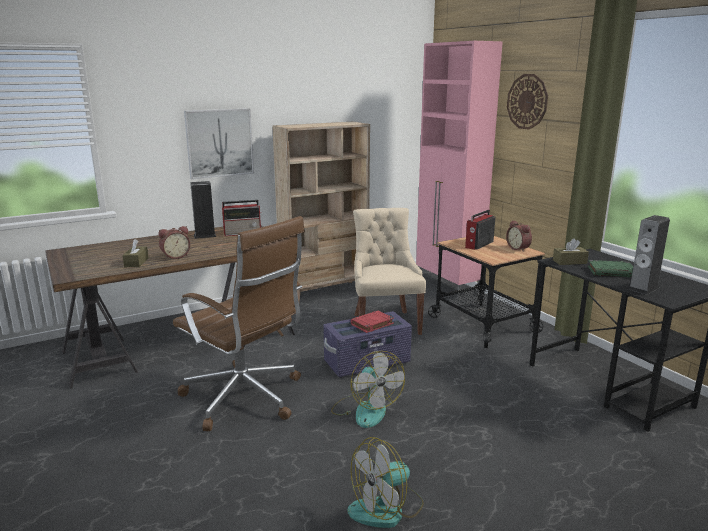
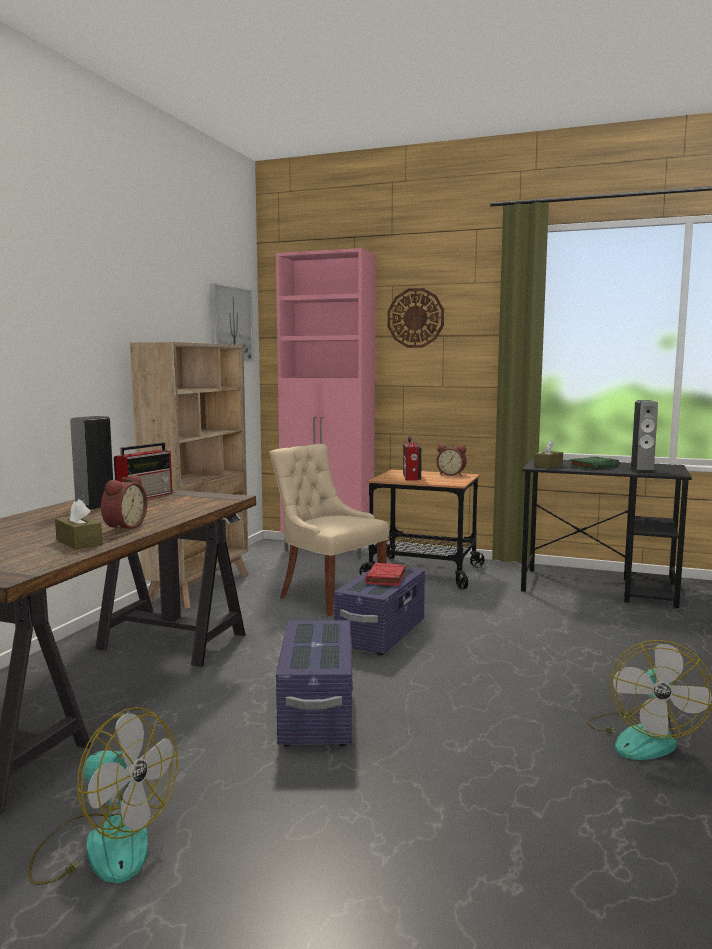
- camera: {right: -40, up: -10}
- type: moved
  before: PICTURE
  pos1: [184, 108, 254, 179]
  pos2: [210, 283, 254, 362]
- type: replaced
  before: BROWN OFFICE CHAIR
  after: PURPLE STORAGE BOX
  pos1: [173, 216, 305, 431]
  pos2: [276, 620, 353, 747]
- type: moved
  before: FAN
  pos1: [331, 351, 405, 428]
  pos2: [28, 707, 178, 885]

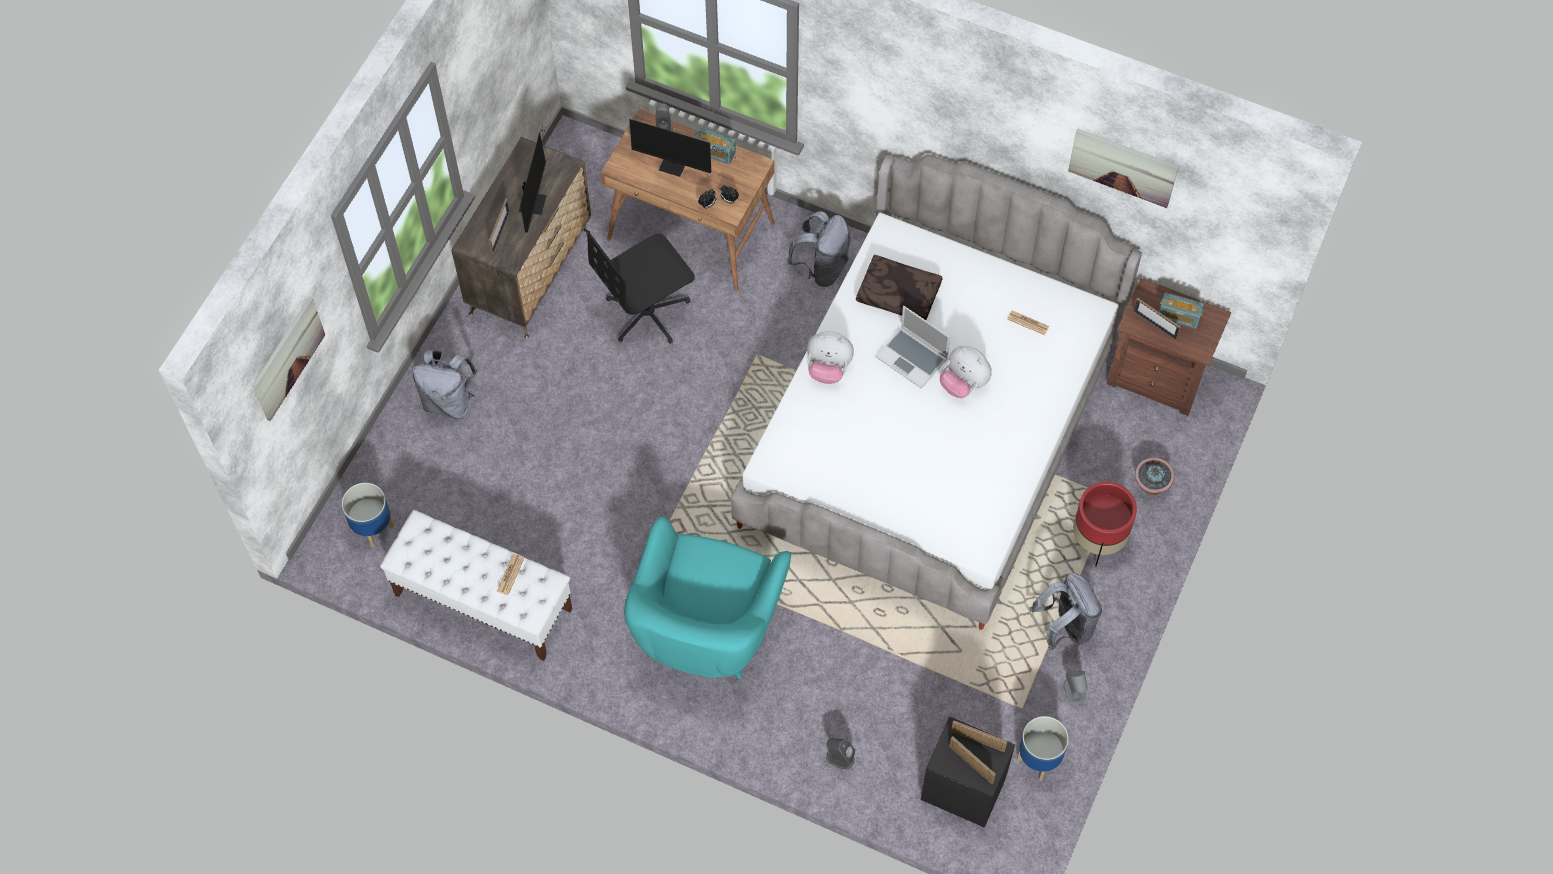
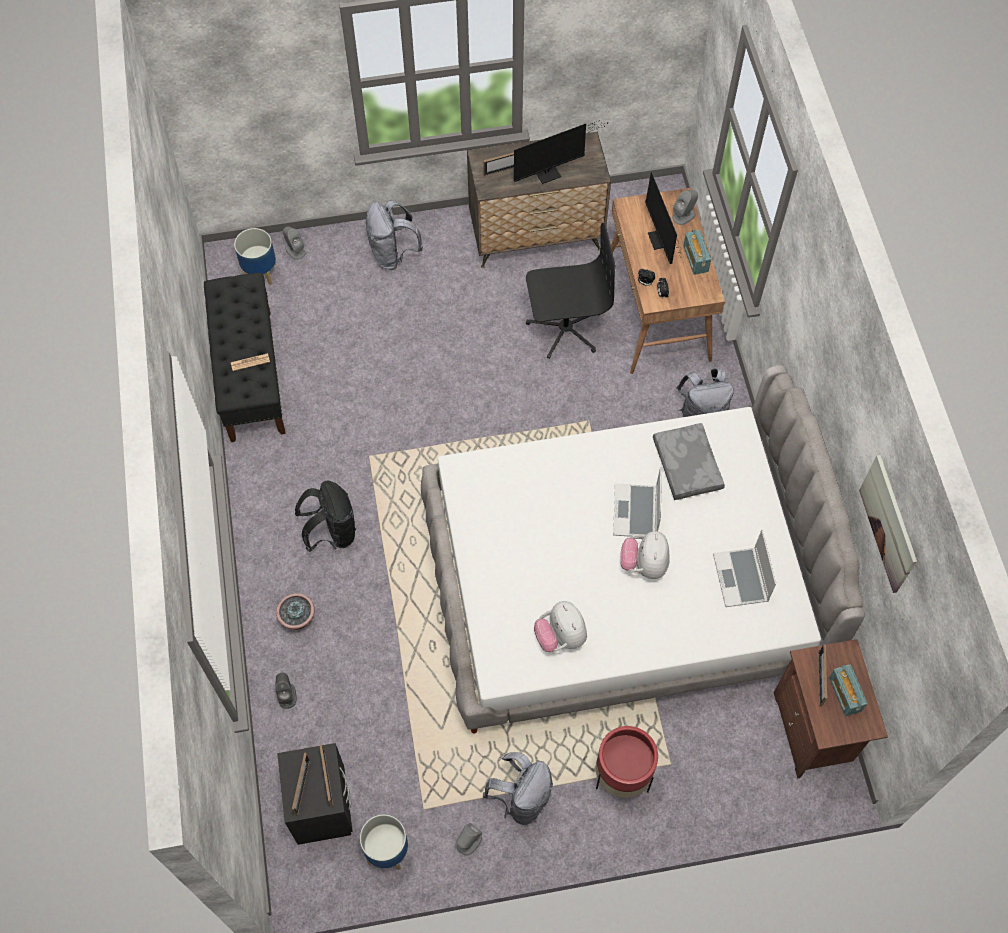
- camera: {right: 55, up: 0}
- type: turned
  before: BLACK OFFICE CHAIR
  pos1: [587, 232, 695, 344]
  pos2: [526, 223, 616, 359]
  turn: 150
- type: recoloured
  before: BROWN PILLOW
  after: GREY PILLOW
  pos1: [856, 255, 943, 320]
  pos2: [653, 423, 725, 500]
- type: removed
  before: PICTURE
  pos1: [253, 297, 325, 421]
- type: replaced
  before: NEWSPAPER
  after: LAPTOP
  pos1: [1007, 311, 1049, 335]
  pos2: [713, 530, 776, 607]
- type: moved
  before: PLUSH TOY
  pos1: [807, 331, 854, 384]
  pos2: [534, 601, 587, 652]
- type: moved
  before: POTTED PLANT
  pos1: [1135, 457, 1175, 495]
  pos2: [276, 593, 315, 630]
- type: recoloured
  before: WHITE BENCH
  after: BLACK BENCH
  pos1: [380, 510, 572, 661]
  pos2: [204, 273, 286, 442]
- type: replaced
  before: TURQUOISE ARMCHAIR
  after: BLACK BACKPACK
  pos1: [624, 516, 791, 679]
  pos2: [295, 481, 356, 552]
- type: added
  after: GREY SPEAKER
  pos2: [283, 227, 306, 260]

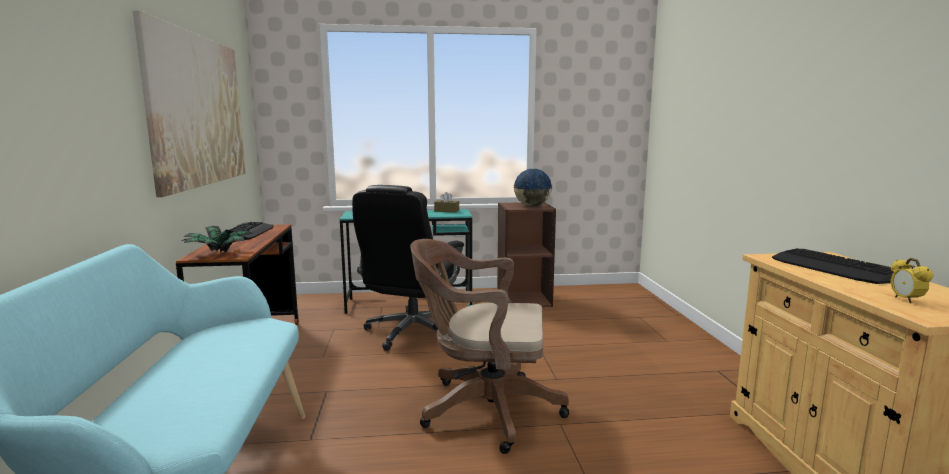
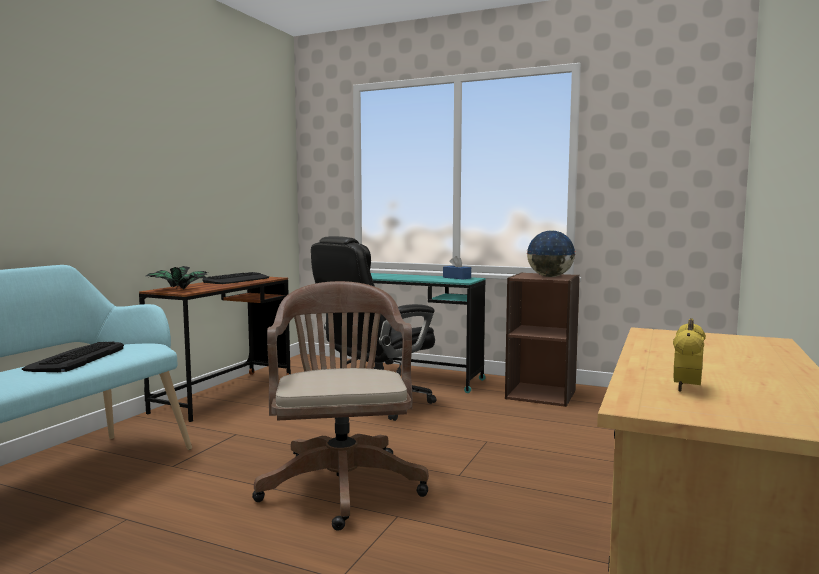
- camera: {right: 30, up: -5}
- type: removed
  before: PICTURE
  pos1: [133, 10, 246, 197]
- type: recoloured
  before: BROWN TISSUE BOX
  after: BLUE TISSUE BOX
  pos1: [434, 192, 459, 212]
  pos2: [443, 256, 471, 280]
- type: turned
  before: BROWN OFFICE CHAIR
  pos1: [410, 239, 569, 454]
  pos2: [252, 281, 429, 531]
  turn: 45
- type: moved
  before: KEYBOARD
  pos1: [772, 248, 894, 284]
  pos2: [22, 342, 124, 372]

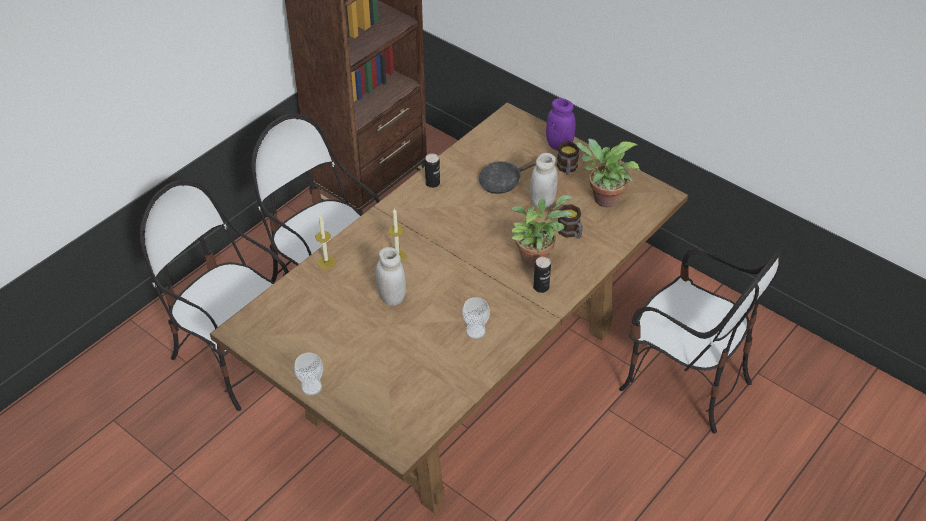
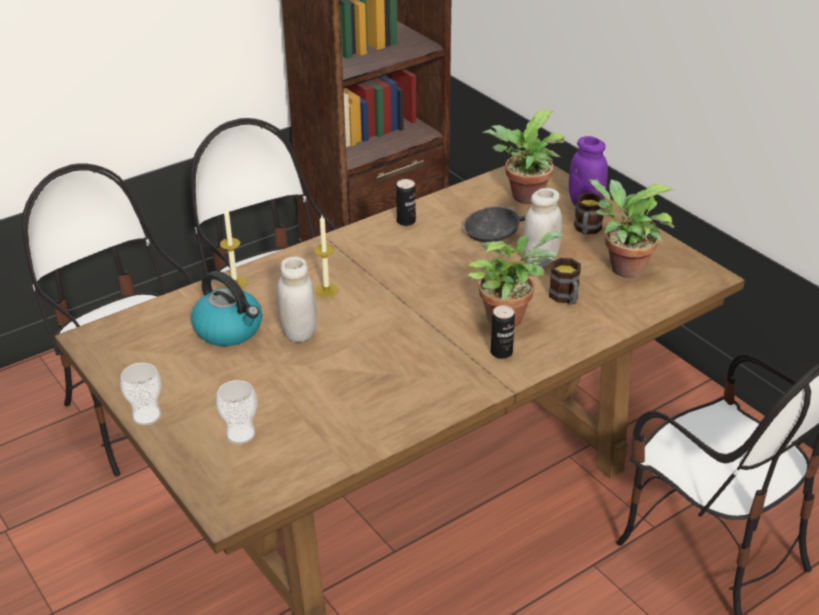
- camera: {right: 15, up: -10}
- type: moved
  before: CUP
  pos1: [462, 297, 490, 339]
  pos2: [216, 380, 257, 444]
- type: added
  after: POTTED PLANT
  pos2: [483, 110, 565, 204]
- type: added
  after: KETTLE
  pos2: [191, 271, 262, 346]

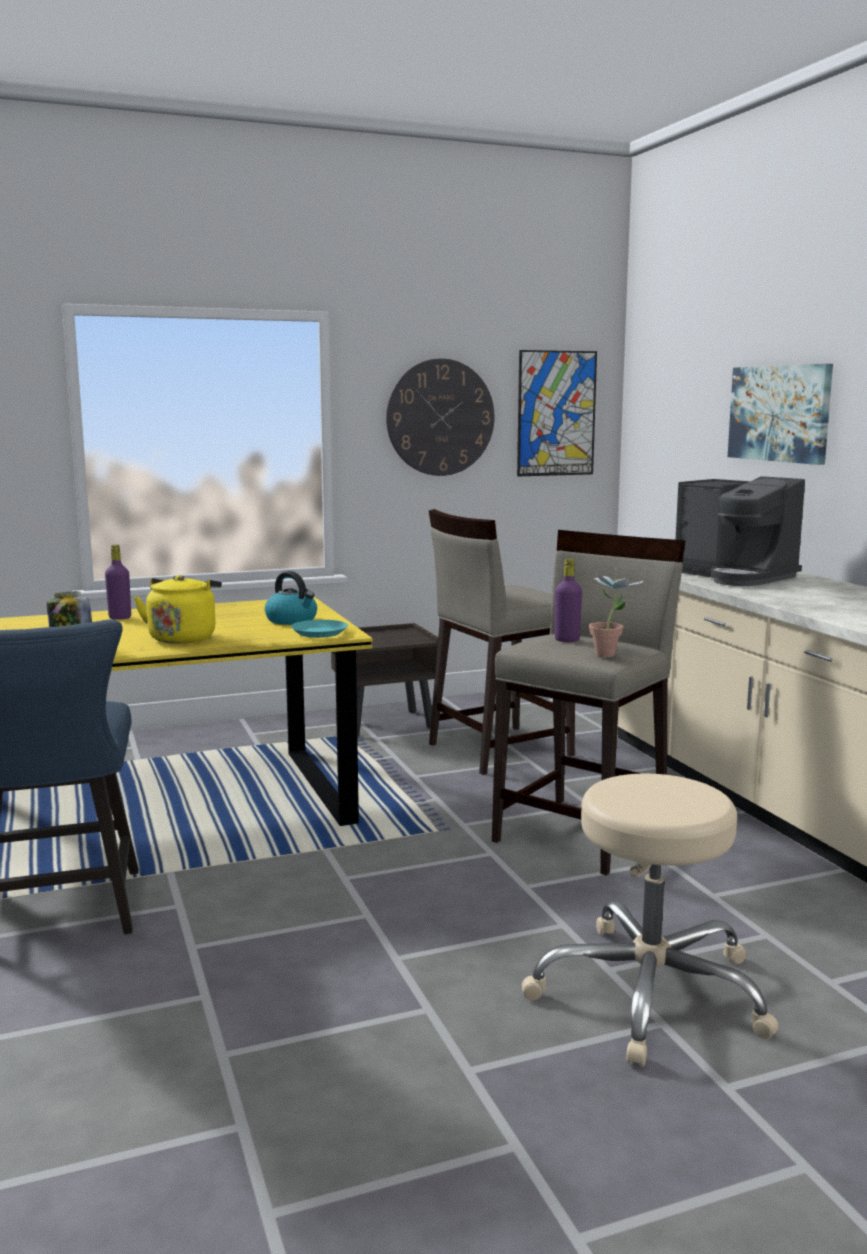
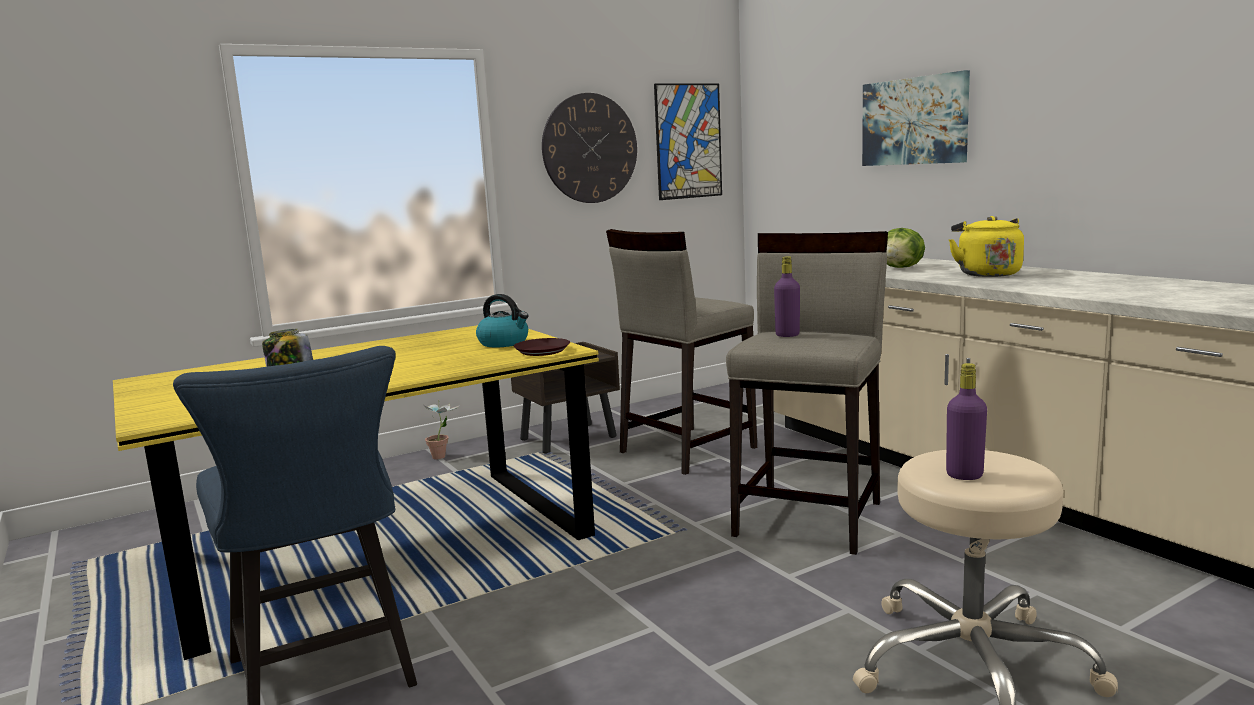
- camera: {right: -10, up: 0}
- type: replaced
  before: COFFEE MACHINE
  after: LETTUCE
  pos1: [675, 476, 805, 586]
  pos2: [887, 228, 925, 268]
- type: moved
  before: PURPLE BOTTLE
  pos1: [105, 545, 131, 620]
  pos2: [946, 363, 987, 480]
- type: moved
  before: POTTED PLANT
  pos1: [589, 569, 644, 657]
  pos2: [423, 400, 459, 459]
- type: moved
  before: YELLOW KETTLE
  pos1: [134, 575, 222, 644]
  pos2: [949, 216, 1024, 277]
- type: recoloured
  before: TURQUOISE PLATE
  after: BROWN PLATE
  pos1: [291, 620, 348, 638]
  pos2: [514, 338, 570, 356]

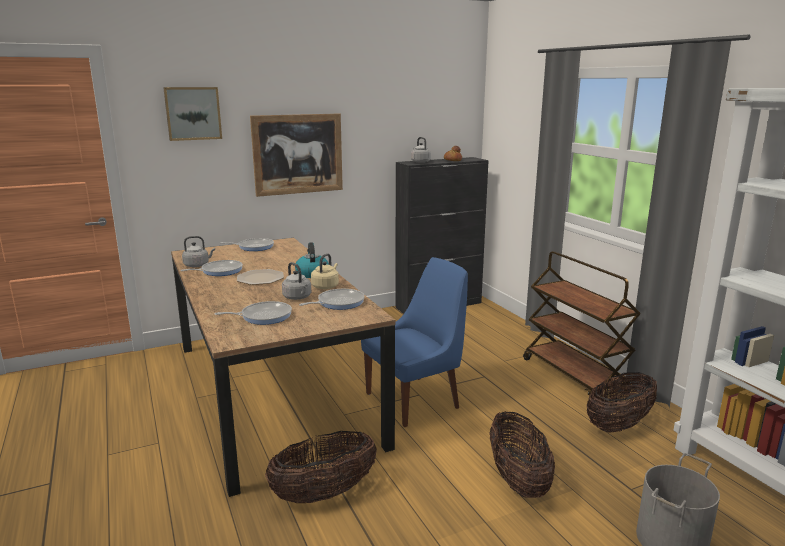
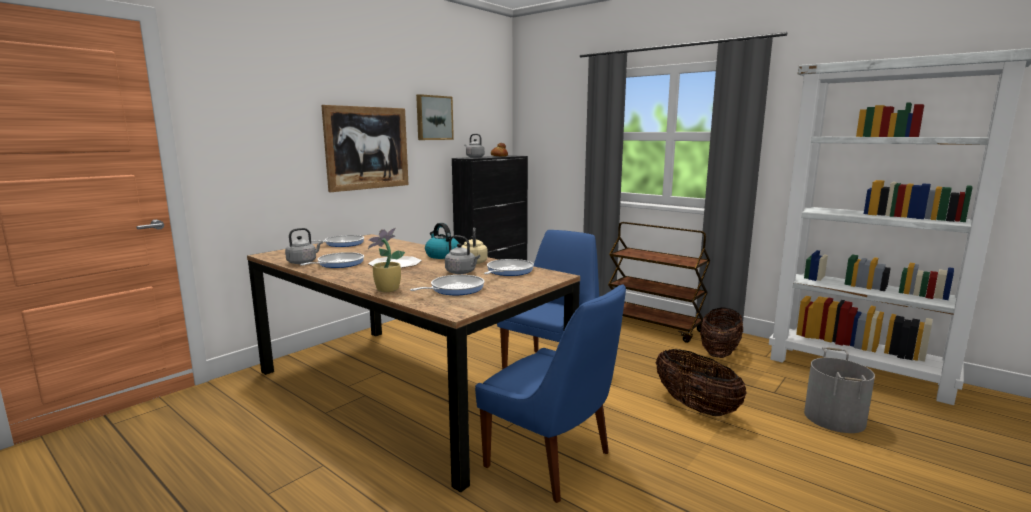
- camera: {right: -25, up: -5}
- type: moved
  before: PICTURE
  pos1: [163, 87, 222, 141]
  pos2: [416, 94, 454, 140]
- type: replaced
  before: BASKET
  after: BLUE CHAIR
  pos1: [265, 431, 377, 503]
  pos2: [475, 284, 626, 503]
- type: added
  after: POTTED PLANT
  pos2: [368, 227, 405, 292]

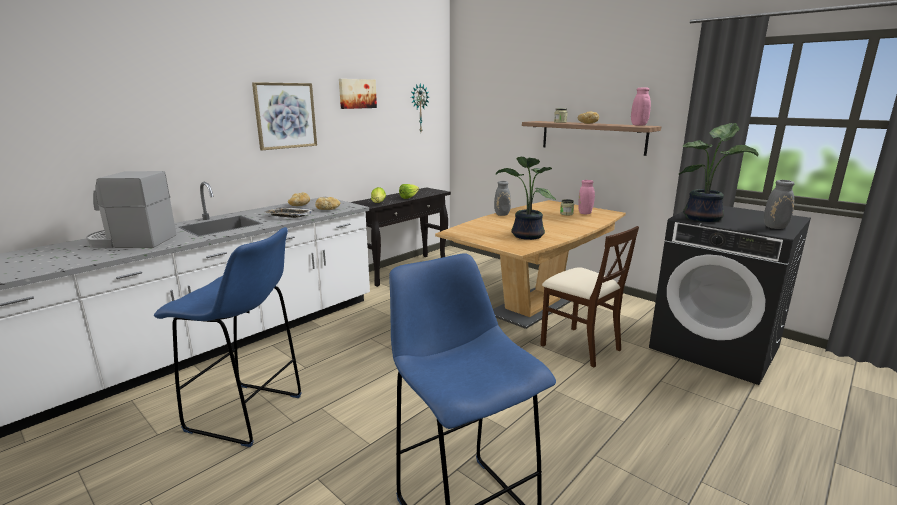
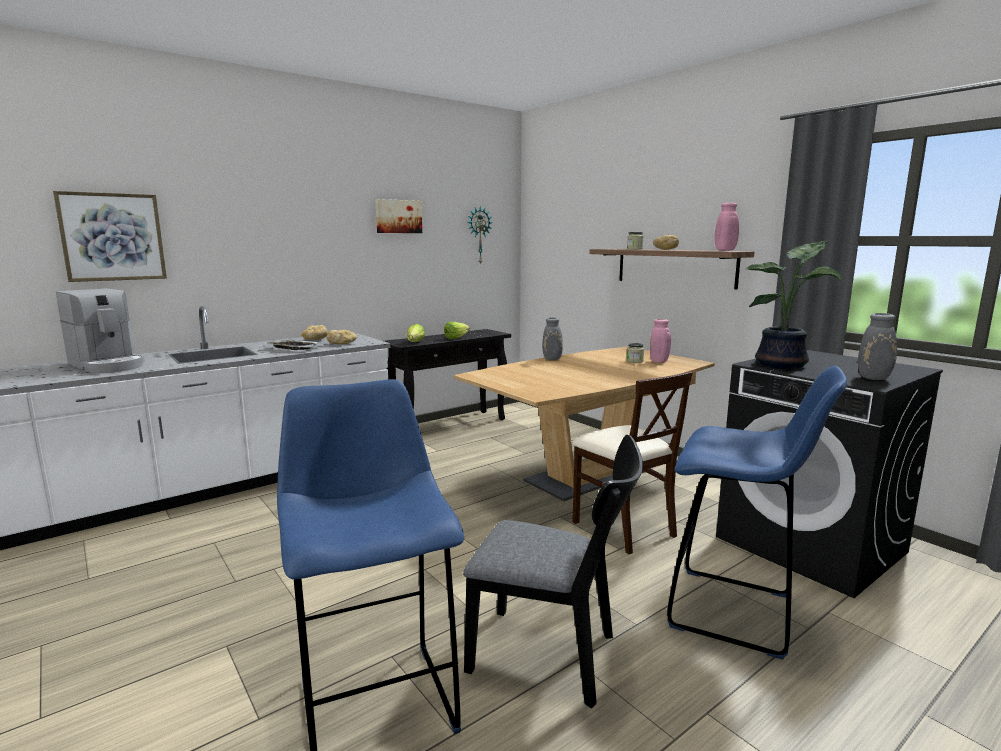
- camera: {right: 10, up: -5}
- type: moved
  before: PICTURE
  pos1: [252, 82, 317, 150]
  pos2: [53, 191, 167, 282]
- type: removed
  before: POTTED PLANT
  pos1: [496, 156, 556, 240]
- type: turned
  before: COFFEE MACHINE
  pos1: [86, 171, 177, 248]
  pos2: [56, 288, 145, 373]
  turn: -150
- type: moved
  before: BLUE STOOL
  pos1: [154, 227, 301, 447]
  pos2: [667, 366, 847, 660]
- type: added
  after: BLACK CHAIR
  pos2: [463, 435, 643, 709]

